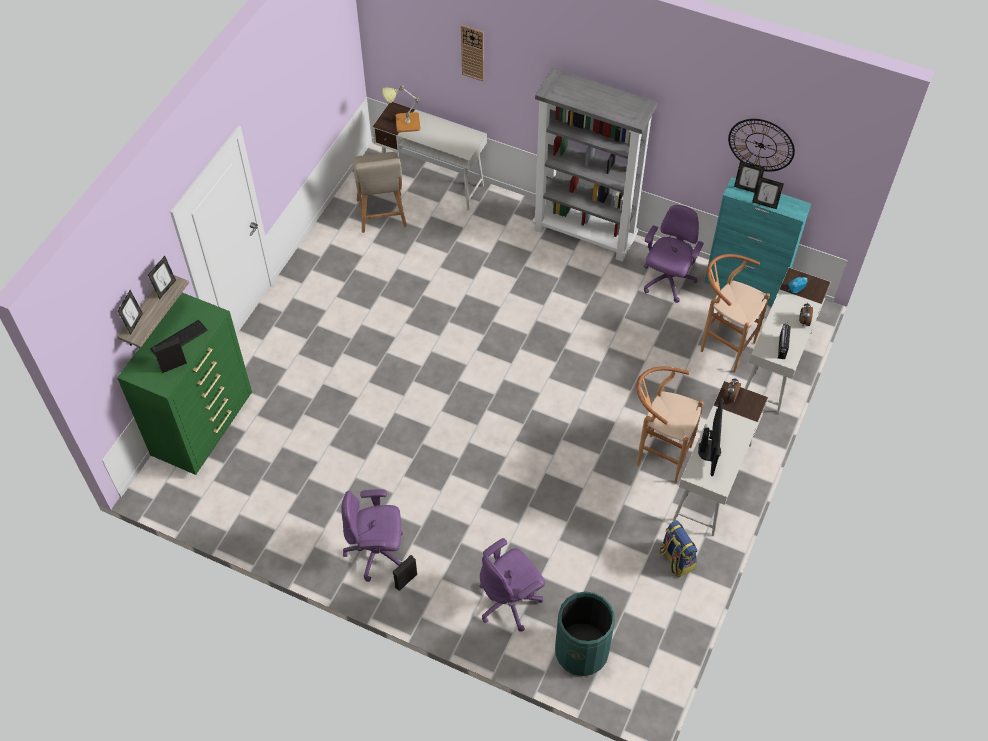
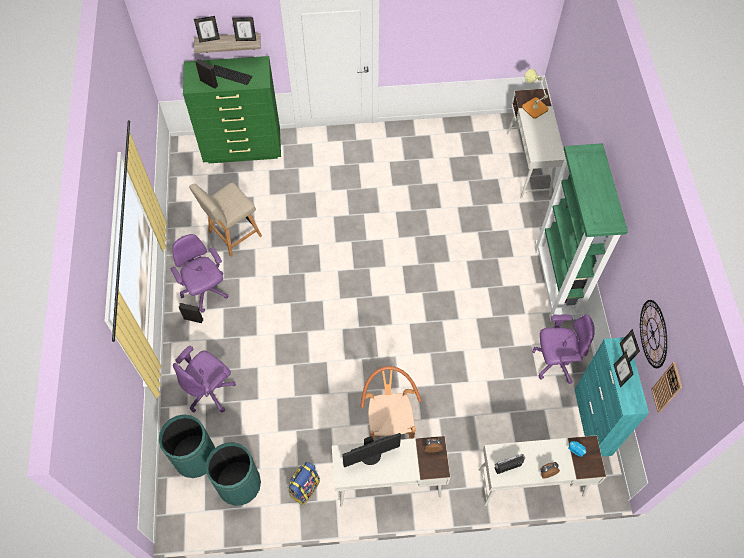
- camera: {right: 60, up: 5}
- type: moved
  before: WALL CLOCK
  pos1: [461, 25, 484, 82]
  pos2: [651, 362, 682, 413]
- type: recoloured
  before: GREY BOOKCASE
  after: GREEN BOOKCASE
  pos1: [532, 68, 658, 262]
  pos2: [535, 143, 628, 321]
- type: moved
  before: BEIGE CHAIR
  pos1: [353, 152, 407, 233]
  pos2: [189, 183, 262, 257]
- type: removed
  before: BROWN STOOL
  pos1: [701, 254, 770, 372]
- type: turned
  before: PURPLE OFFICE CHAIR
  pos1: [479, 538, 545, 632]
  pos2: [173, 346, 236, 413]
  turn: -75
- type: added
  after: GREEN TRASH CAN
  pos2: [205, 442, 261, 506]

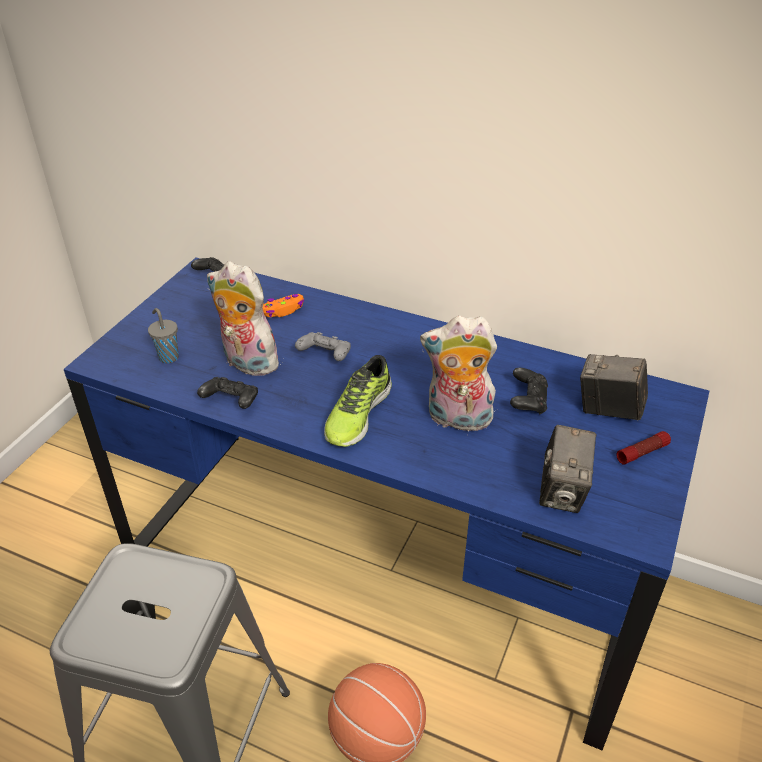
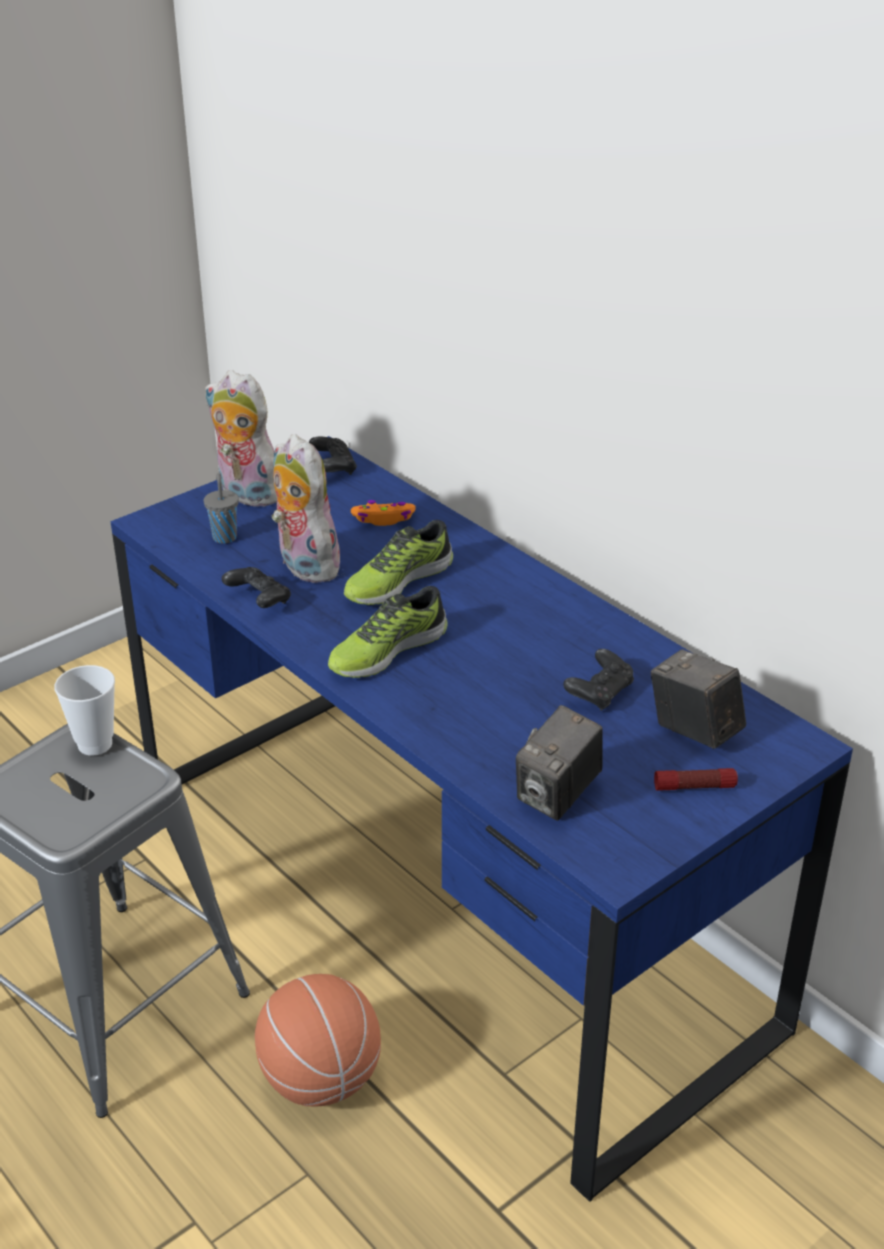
- camera: {right: 25, up: -5}
- type: moved
  before: PLUSH TOY
  pos1: [420, 316, 497, 432]
  pos2: [205, 370, 277, 507]
- type: replaced
  before: GREY GAME CONTROLLER
  after: SHOE
  pos1: [295, 332, 351, 361]
  pos2: [344, 520, 453, 605]
- type: added
  after: CUP
  pos2: [54, 665, 115, 756]

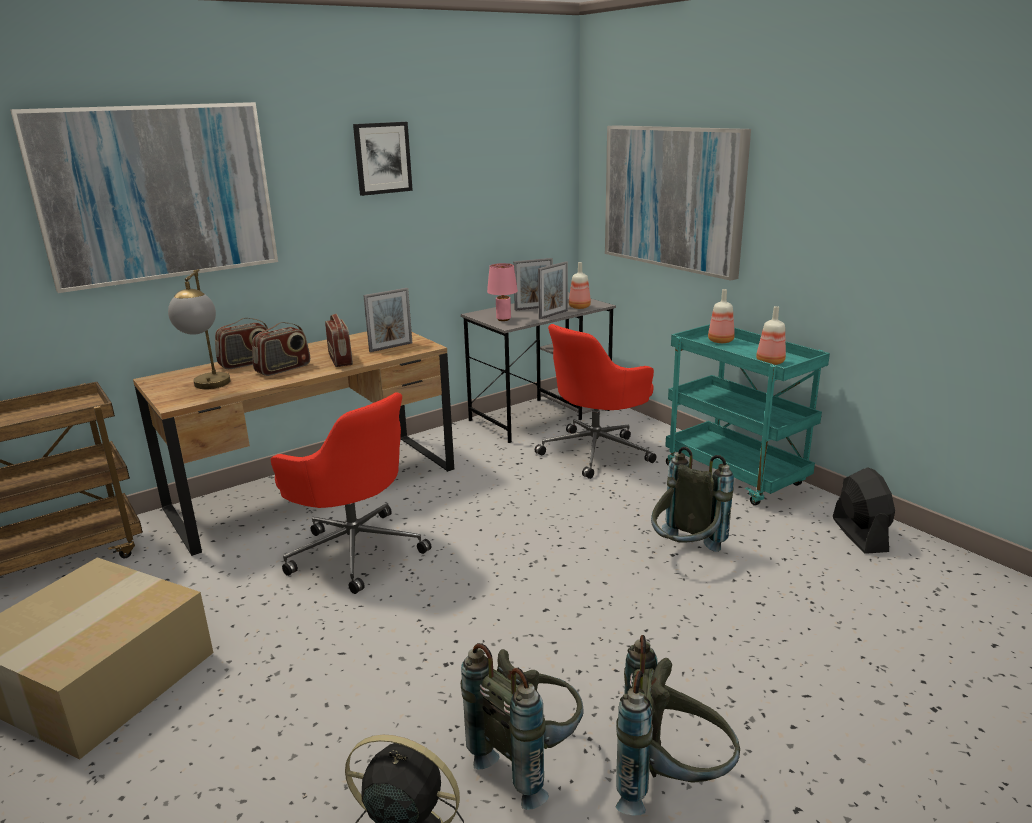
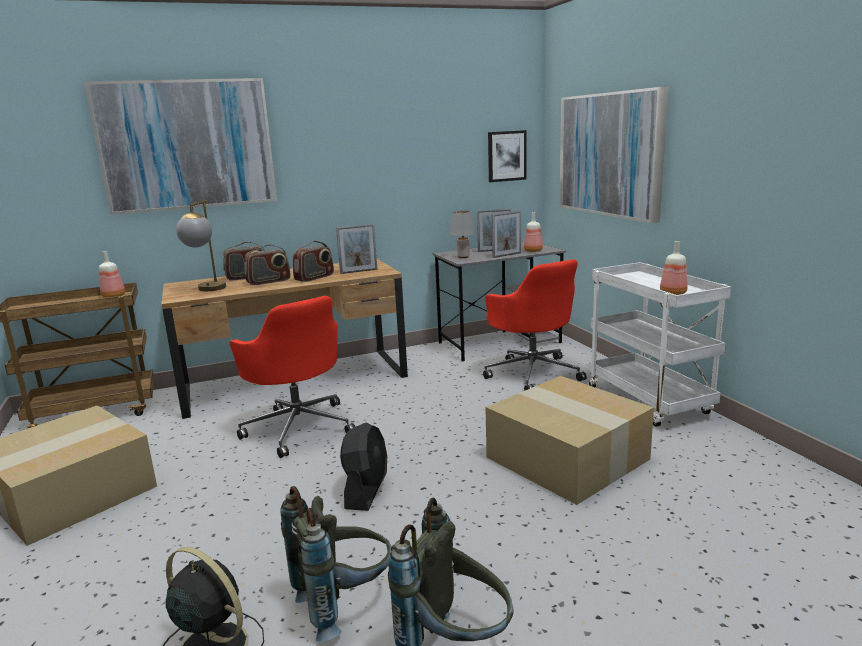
- camera: {right: 15, up: -5}
- type: moved
  before: PICTURE
  pos1: [353, 122, 413, 196]
  pos2: [488, 130, 527, 182]
- type: recoloured
  before: PINK TABLE LAMP
  after: GREY TABLE LAMP
  pos1: [487, 263, 518, 321]
  pos2: [450, 211, 475, 258]
- type: moved
  before: BOTTLE
  pos1: [708, 289, 735, 343]
  pos2: [99, 251, 125, 298]
- type: turned
  before: RADIO
  pos1: [325, 314, 353, 367]
  pos2: [293, 241, 334, 282]
  turn: 45
- type: turned
  before: RED OFFICE CHAIR
  pos1: [535, 324, 656, 479]
  pos2: [483, 259, 587, 391]
  turn: -90
- type: recoloured
  before: TURQUOISE CART
  after: WHITE CART
  pos1: [665, 324, 830, 506]
  pos2: [589, 262, 731, 427]
- type: replaced
  before: GREY BACKPACK
  after: CARDBOARD BOX
  pos1: [651, 447, 734, 552]
  pos2: [485, 376, 654, 505]
- type: moved
  before: BLACK FAN
  pos1: [833, 467, 895, 554]
  pos2: [340, 423, 387, 511]

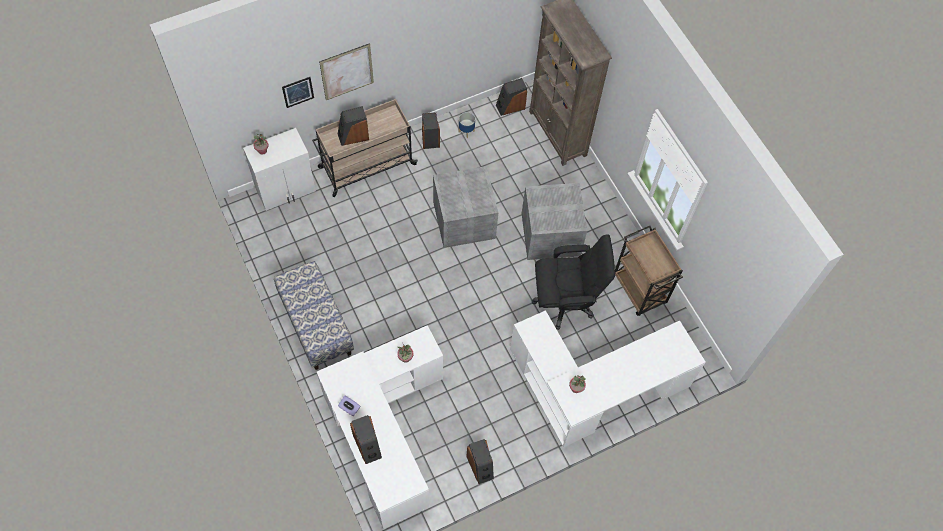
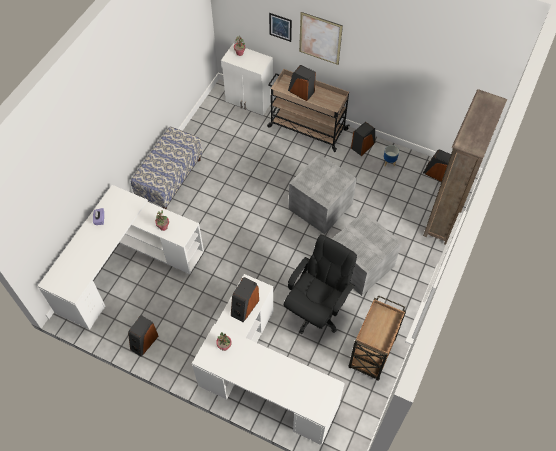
- camera: {right: 55, up: -5}
- type: turned
  before: BLACK OFFICE CHAIR
  pos1: [532, 234, 615, 330]
  pos2: [284, 234, 357, 334]
  turn: -105
- type: moved
  before: SPEAKER
  pos1: [350, 415, 382, 464]
  pos2: [231, 277, 259, 322]

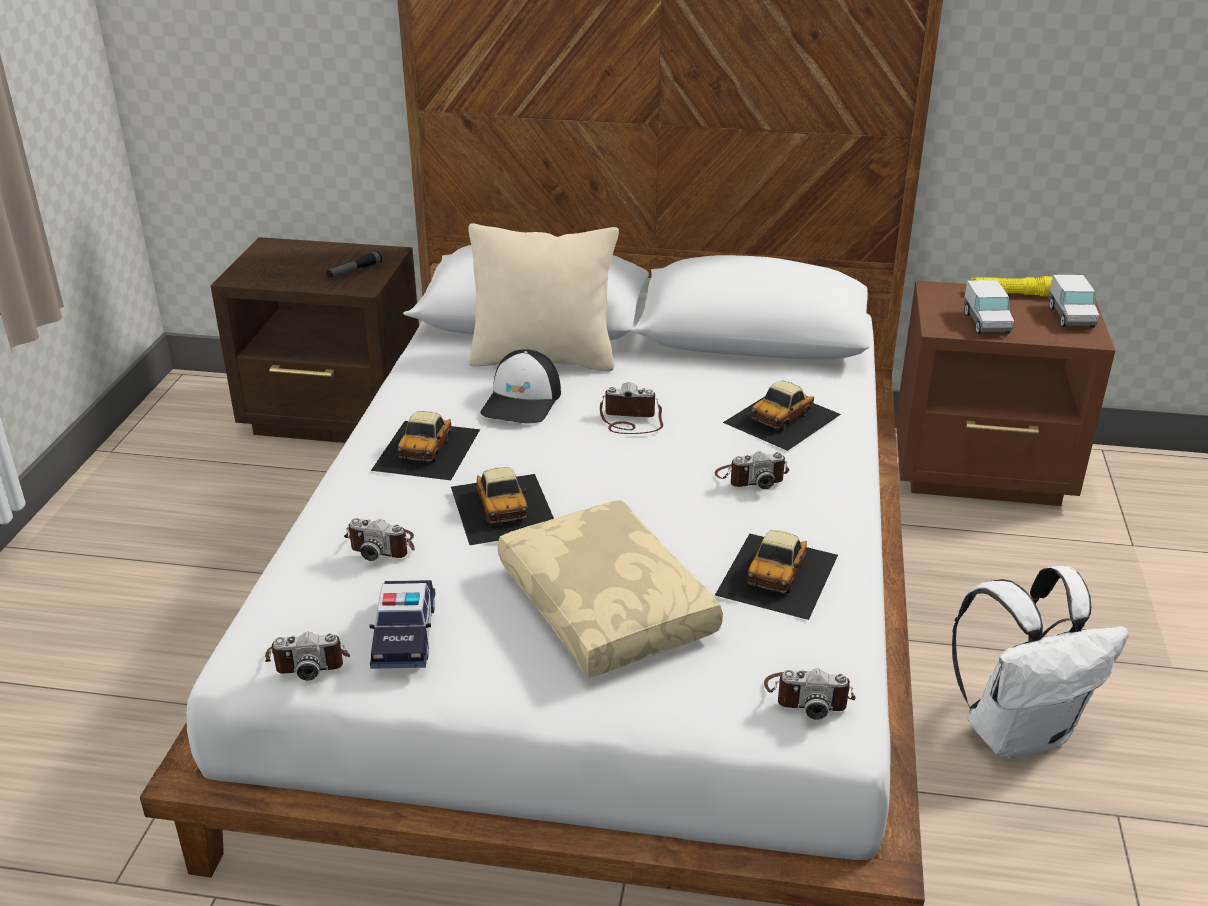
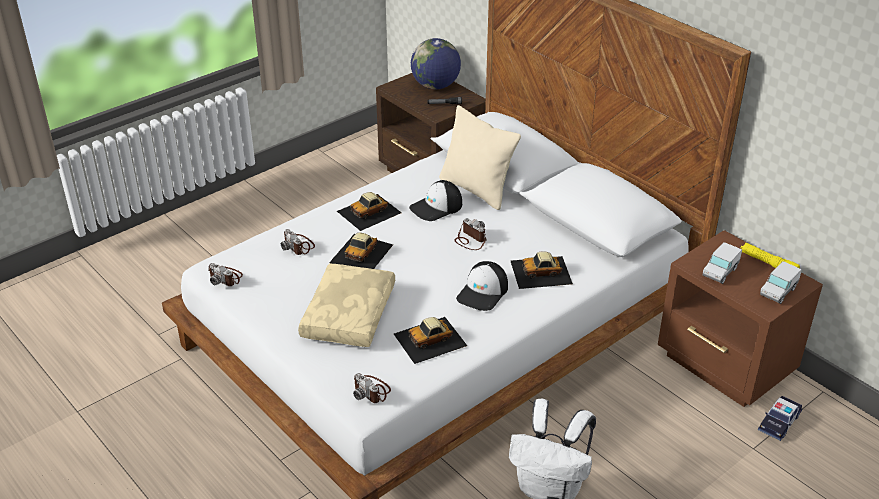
- camera: {right: 40, up: 5}
- type: replaced
  before: PHOTO CAMERA
  after: CAP
  pos1: [715, 451, 789, 489]
  pos2: [456, 261, 508, 311]
- type: moved
  before: TOY CAR
  pos1: [369, 580, 435, 669]
  pos2: [758, 396, 802, 441]
- type: added
  after: GLOBE
  pos2: [411, 38, 461, 89]

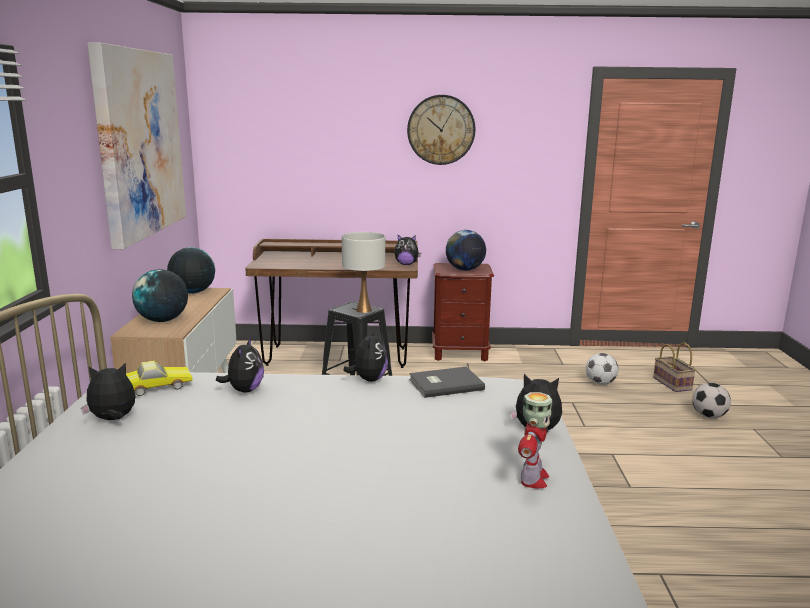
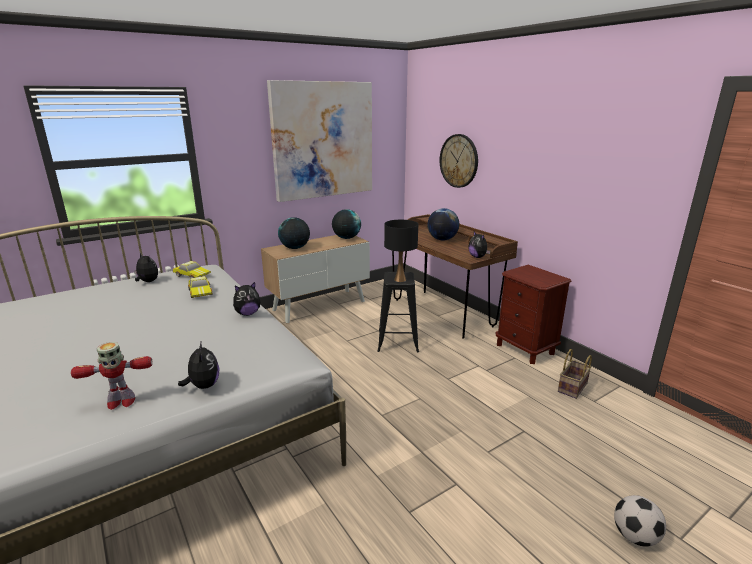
- camera: {right: 55, up: 5}
- type: moved
  before: WALL CLOCK
  pos1: [407, 95, 475, 165]
  pos2: [439, 134, 478, 188]
- type: moved
  before: GLOBE
  pos1: [446, 230, 486, 271]
  pos2: [427, 208, 459, 241]
- type: recoloured
  before: WHITE TABLE LAMP
  after: BLACK TABLE LAMP
  pos1: [342, 232, 385, 313]
  pos2: [384, 220, 418, 282]
- type: replaced
  before: PLUSH TOY
  after: TOY CAR
  pos1: [216, 338, 264, 393]
  pos2: [188, 276, 212, 298]
- type: moved
  before: BASKET
  pos1: [653, 343, 696, 392]
  pos2: [558, 349, 592, 399]
- type: removed
  before: FOOTBALL
  pos1: [586, 353, 619, 385]
- type: removed
  before: GREY BOOK
  pos1: [409, 366, 485, 398]

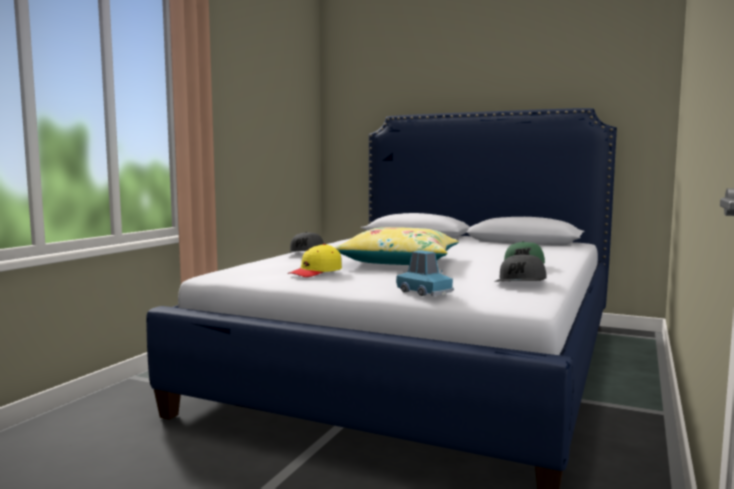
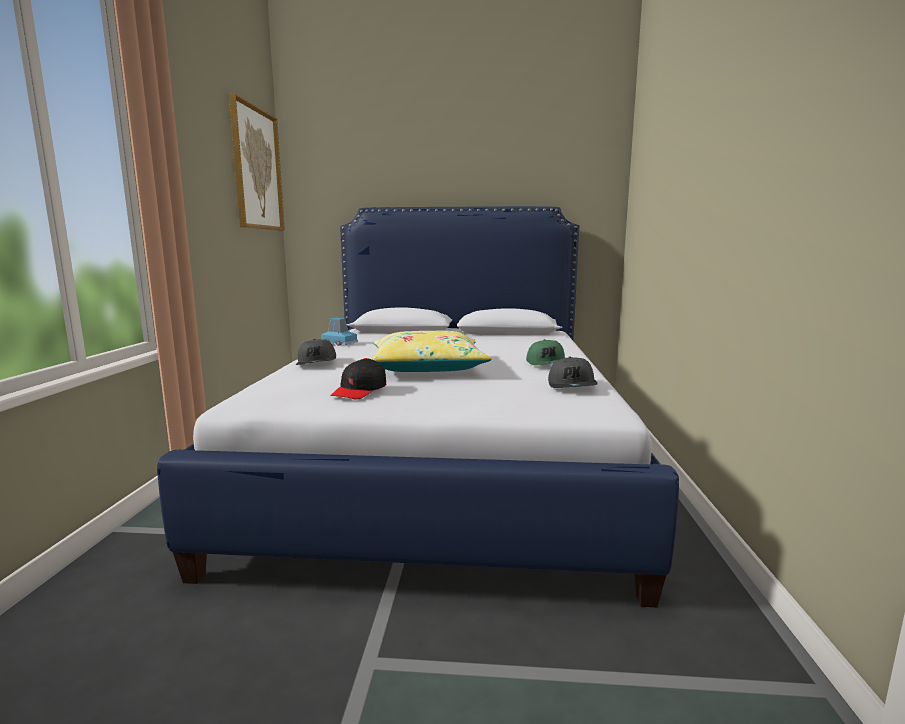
- camera: {right: -20, up: 5}
- type: recoloured
  before: YELLOW CAP
  after: BLACK CAP
  pos1: [287, 244, 342, 277]
  pos2: [330, 358, 386, 400]
- type: moved
  before: BLUE TOY CAR
  pos1: [396, 250, 454, 296]
  pos2: [321, 318, 358, 346]
- type: added
  after: PICTURE
  pos2: [229, 93, 285, 230]

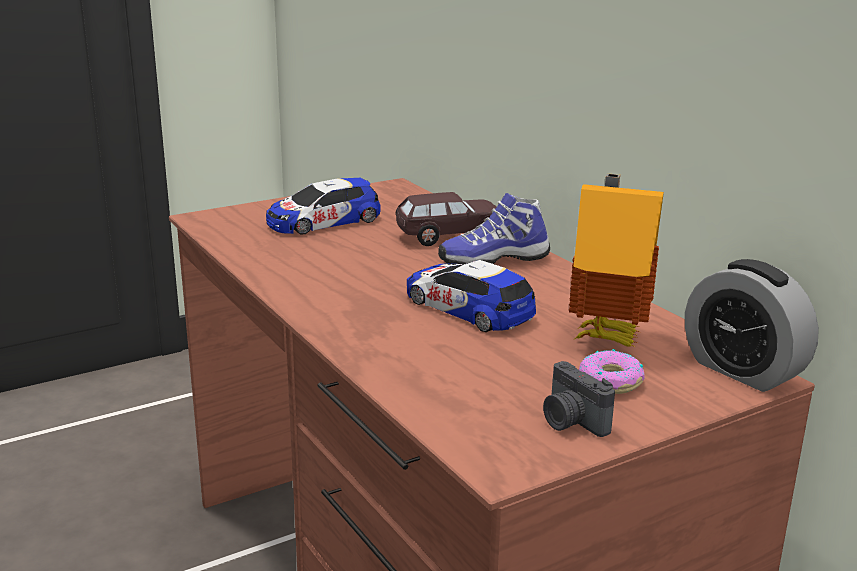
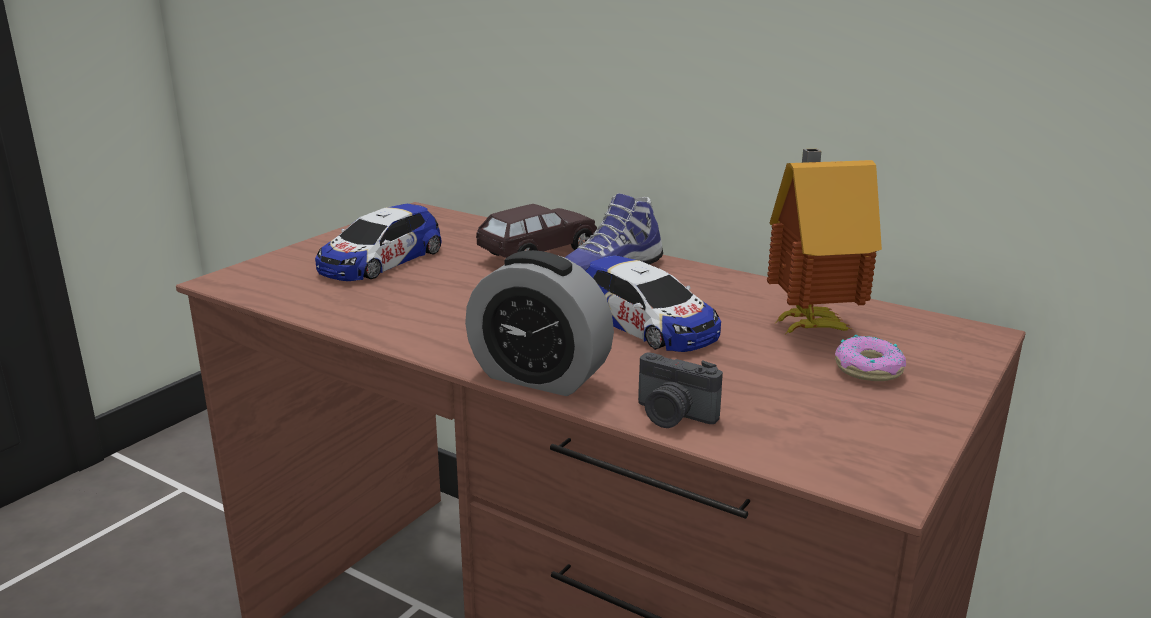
- camera: {right: -25, up: 0}
- type: moved
  before: ALARM CLOCK
  pos1: [685, 259, 819, 392]
  pos2: [465, 250, 614, 396]
- type: turned
  before: TOY CAR
  pos1: [407, 260, 536, 332]
  pos2: [585, 256, 721, 352]
  turn: -150
- type: moved
  before: PHOTO CAMERA
  pos1: [543, 361, 615, 437]
  pos2: [638, 352, 723, 428]

